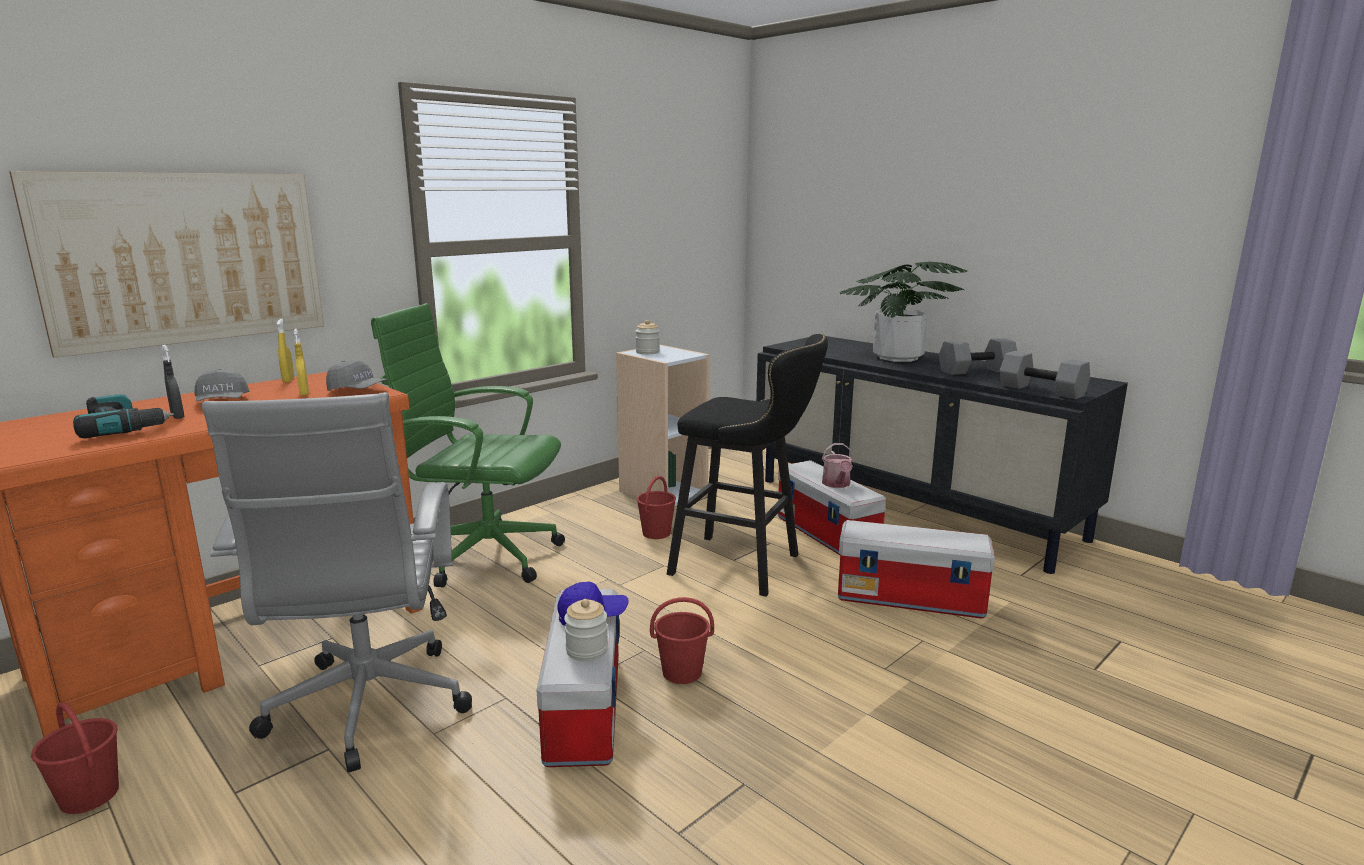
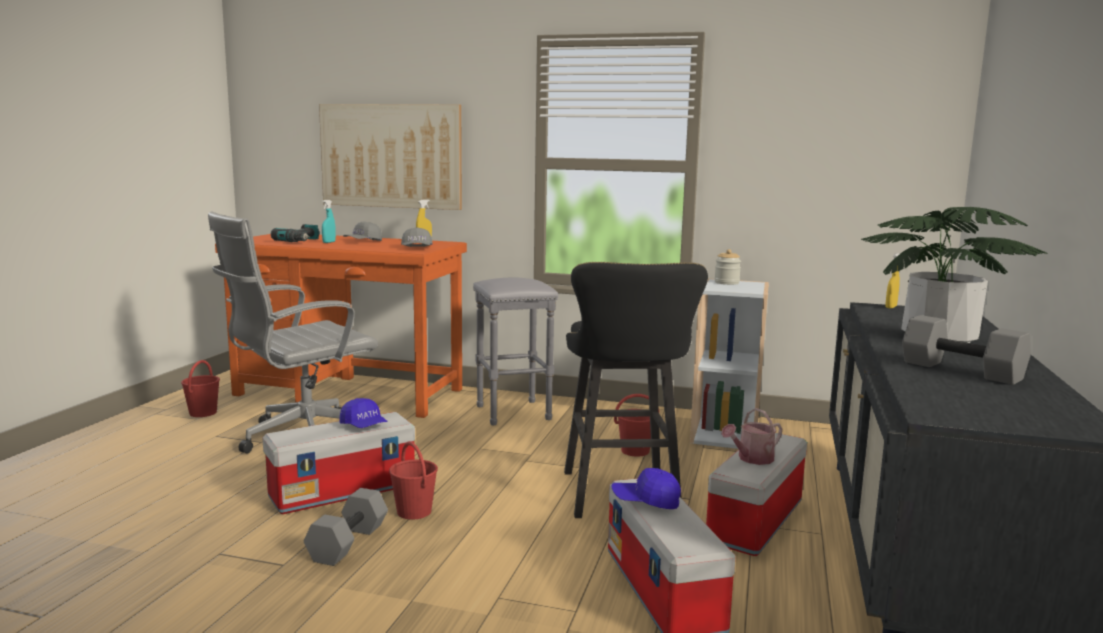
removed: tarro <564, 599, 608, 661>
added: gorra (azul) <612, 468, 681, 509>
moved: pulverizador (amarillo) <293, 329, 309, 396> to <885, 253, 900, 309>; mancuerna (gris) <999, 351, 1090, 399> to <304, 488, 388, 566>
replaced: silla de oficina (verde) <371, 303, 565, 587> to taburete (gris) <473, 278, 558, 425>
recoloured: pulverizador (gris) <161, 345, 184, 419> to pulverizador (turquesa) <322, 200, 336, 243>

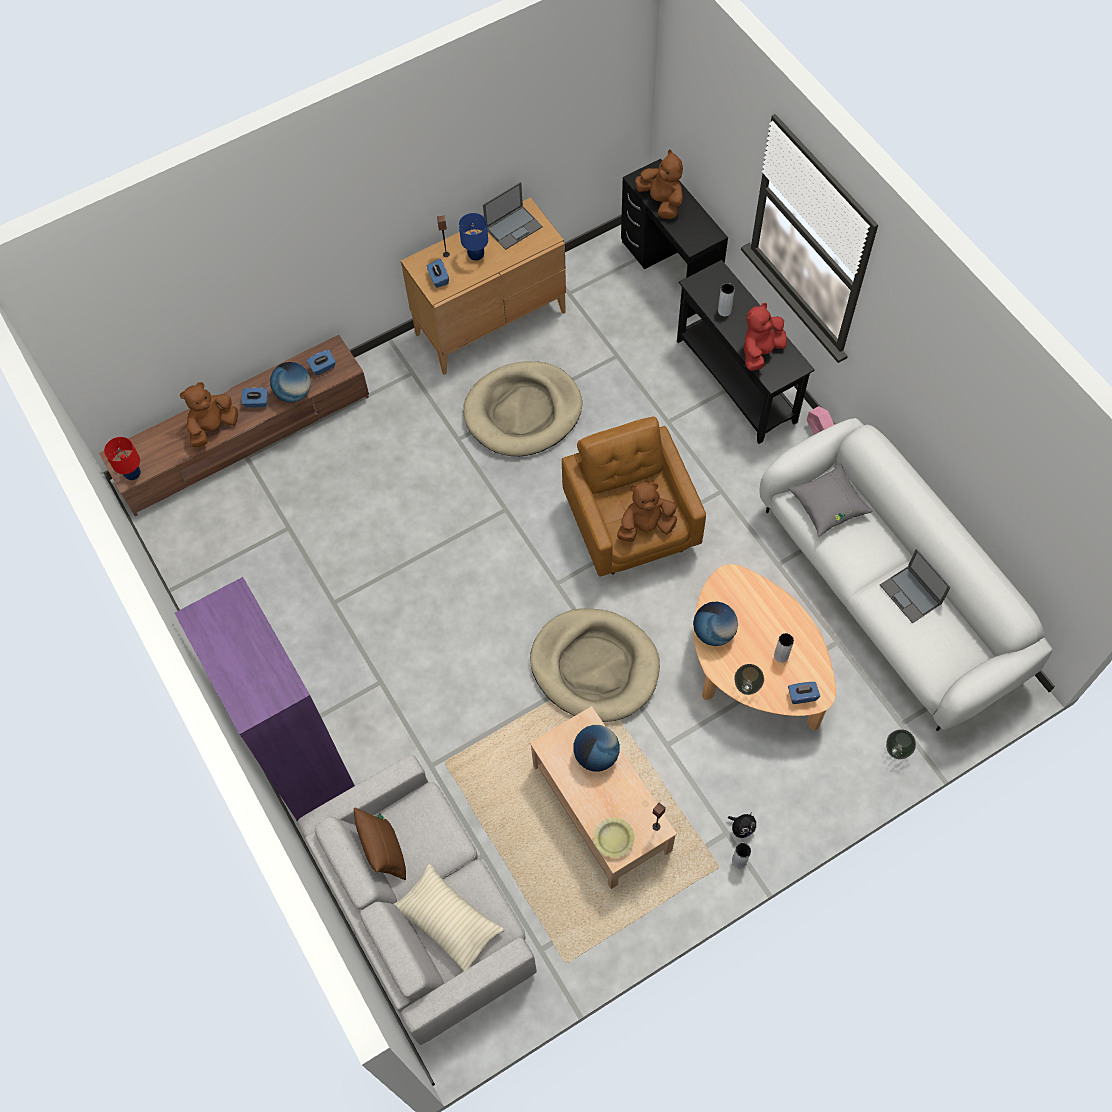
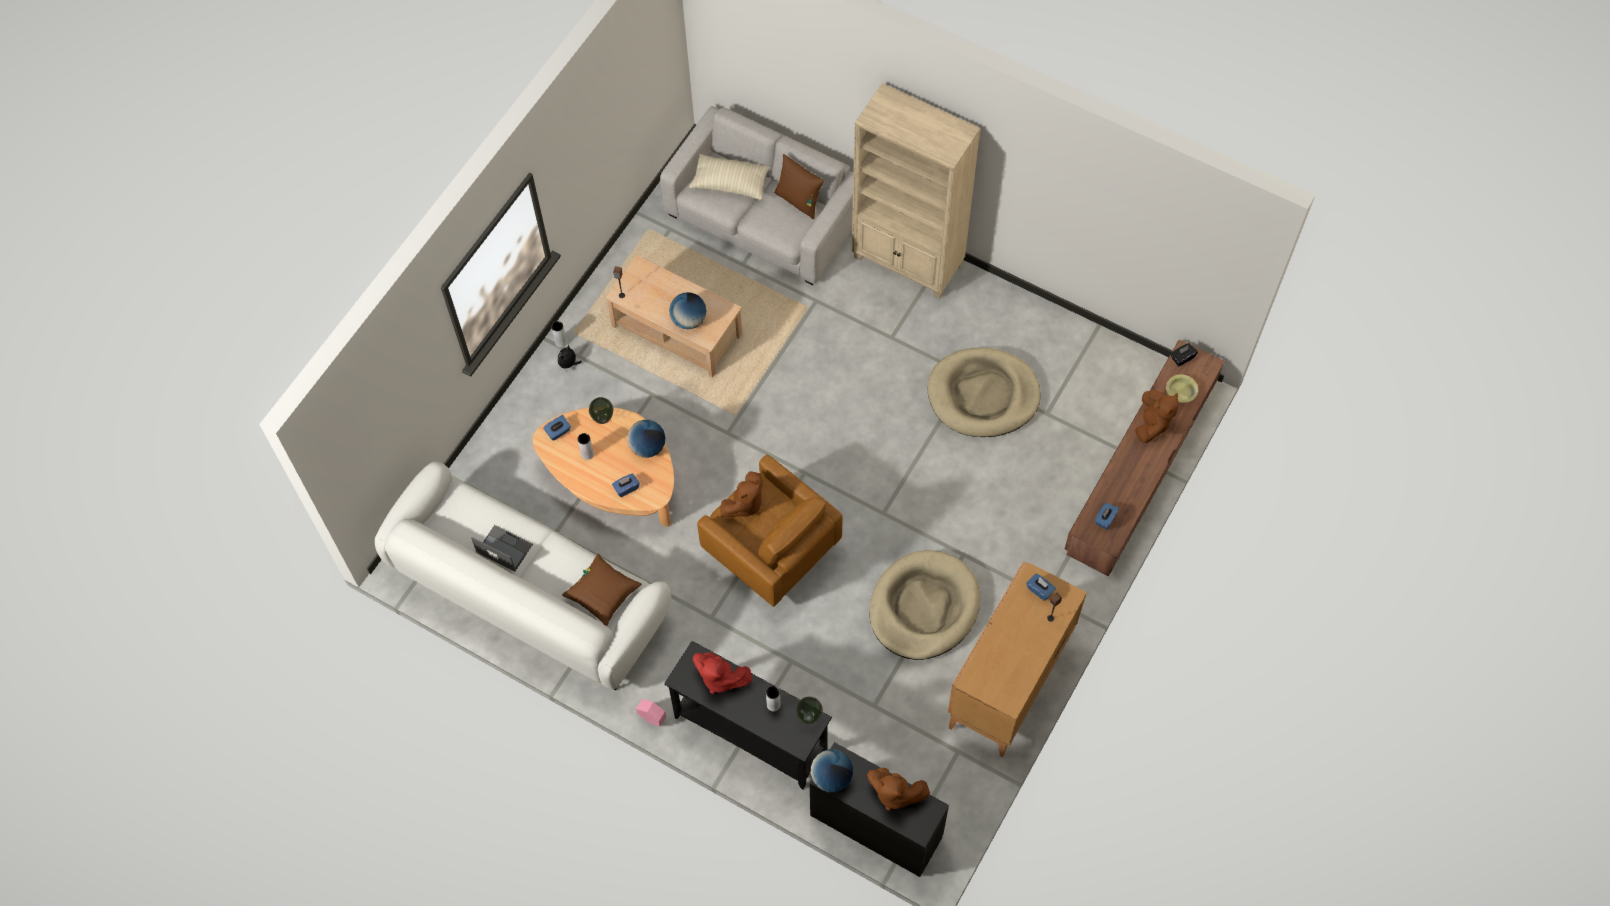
removed: lámpara de mesa (azul) <459, 213, 488, 261>; portátil <483, 182, 543, 250>
moved: caja de pañuelos (azul) <242, 388, 268, 408> to <612, 473, 640, 497>; globo terráqueo <270, 362, 311, 402> to <811, 749, 853, 792>; cama para perro (beis) <530, 608, 660, 722> to <927, 348, 1040, 437>; cuenco (amarillo) <594, 818, 634, 858> to <1166, 375, 1198, 403>; florero <886, 729, 916, 759> to <796, 696, 823, 725>
replaced: lámpara de mesa (rojo) <104, 437, 141, 480> to caja de pañuelos (negro) <1171, 343, 1198, 366>
recoloured: estantería (morado) <175, 577, 355, 822> to estantería (beis) <852, 83, 981, 299>; cojín (gris) <788, 464, 873, 537> to cojín (marrón) <562, 553, 642, 626>
turned: peluche (rojo) <744, 303, 787, 371> = <693, 653, 753, 694> 105 degrees clockwise

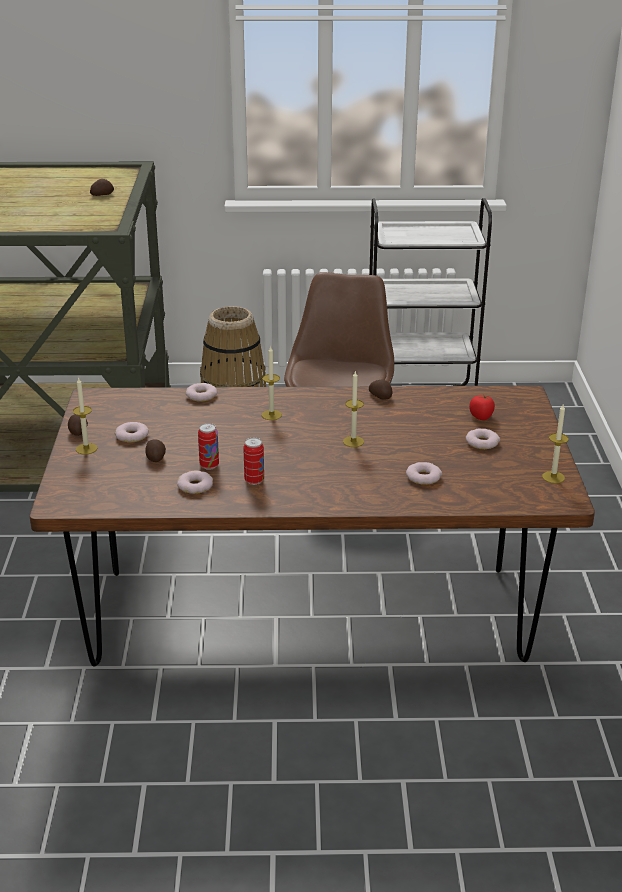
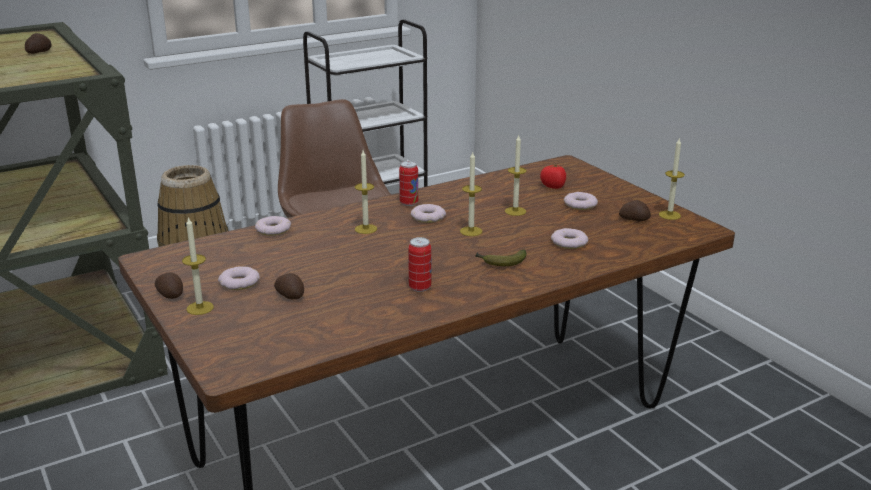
added: plátano <475, 250, 527, 266>; vela <505, 134, 526, 216>
moved: rosquilla <177, 471, 213, 494> to <411, 204, 446, 223>; lata <198, 423, 219, 470> to <399, 161, 418, 206>; patata <369, 380, 393, 400> to <619, 200, 651, 221>

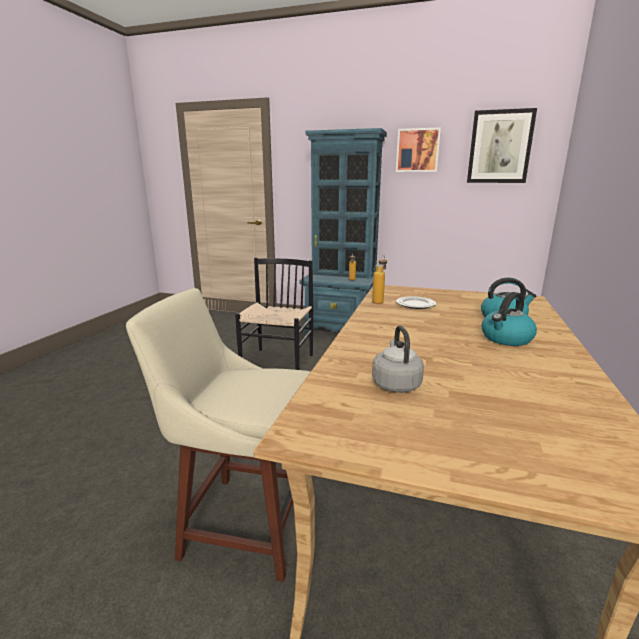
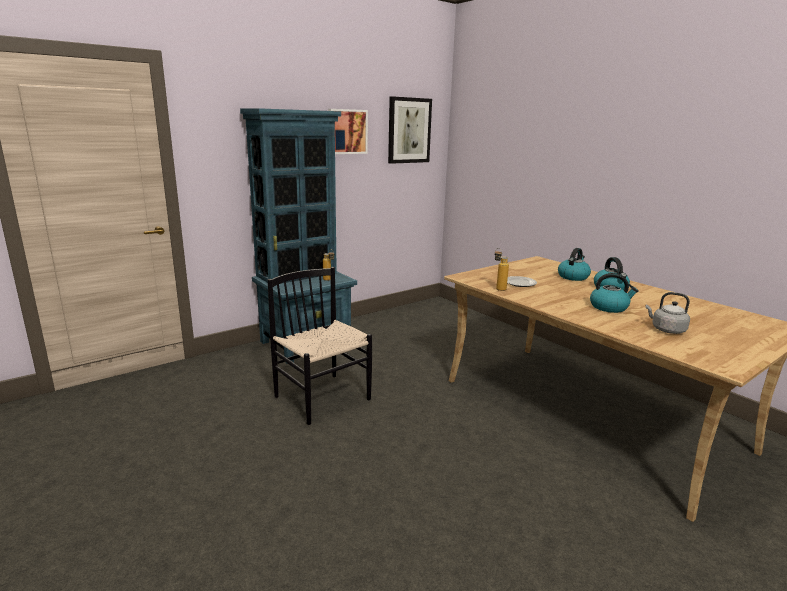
removed: taburete (beis) <126, 288, 310, 582>
added: hervidor <590, 273, 639, 313>

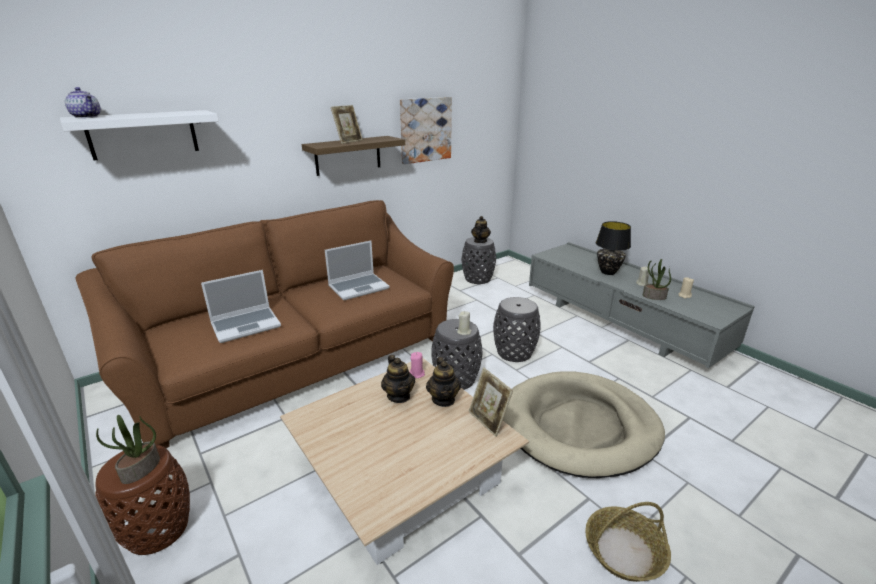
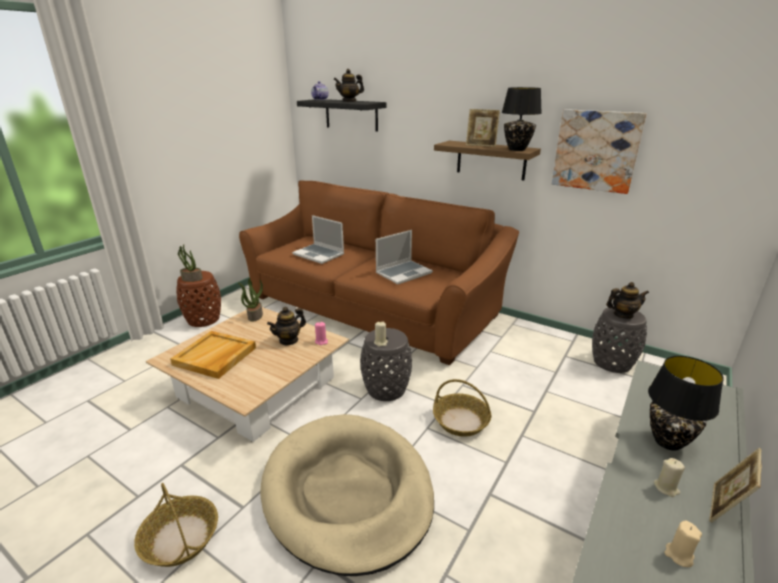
added: bandeja (beis) <170, 331, 256, 379>; lámpara de mesa (negro) <502, 87, 542, 151>
moved: tetera <426, 357, 461, 407> to <334, 69, 364, 102>; portarretratos <469, 367, 513, 437> to <709, 448, 762, 523>; planta en maceta <643, 259, 671, 300> to <238, 278, 263, 322>
replaced: taburete (gris) <493, 297, 541, 362> to cesta <433, 379, 492, 437>
recoloured: estante (blanco) <60, 110, 219, 160> to estante (negro) <297, 99, 386, 132>
turned: portátil <325, 241, 390, 300> = <376, 230, 433, 284> 75 degrees counterclockwise

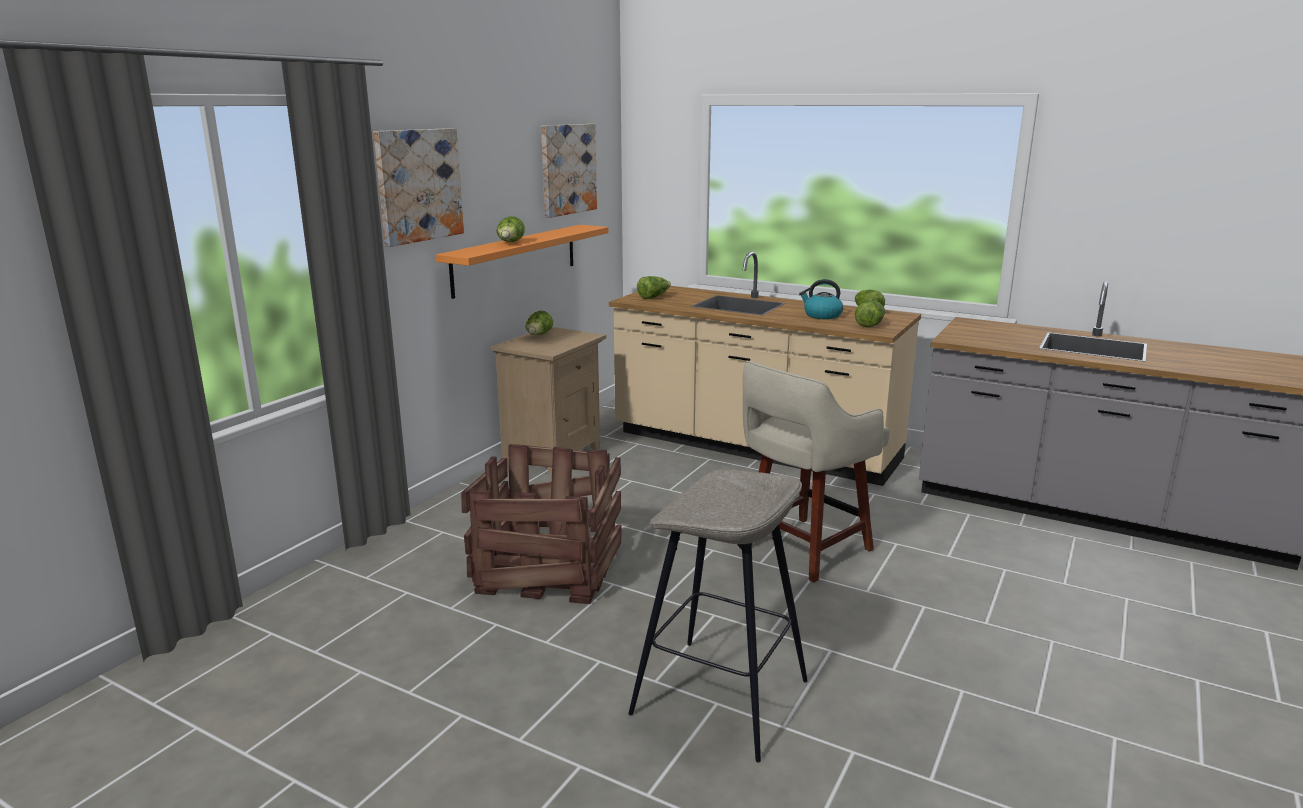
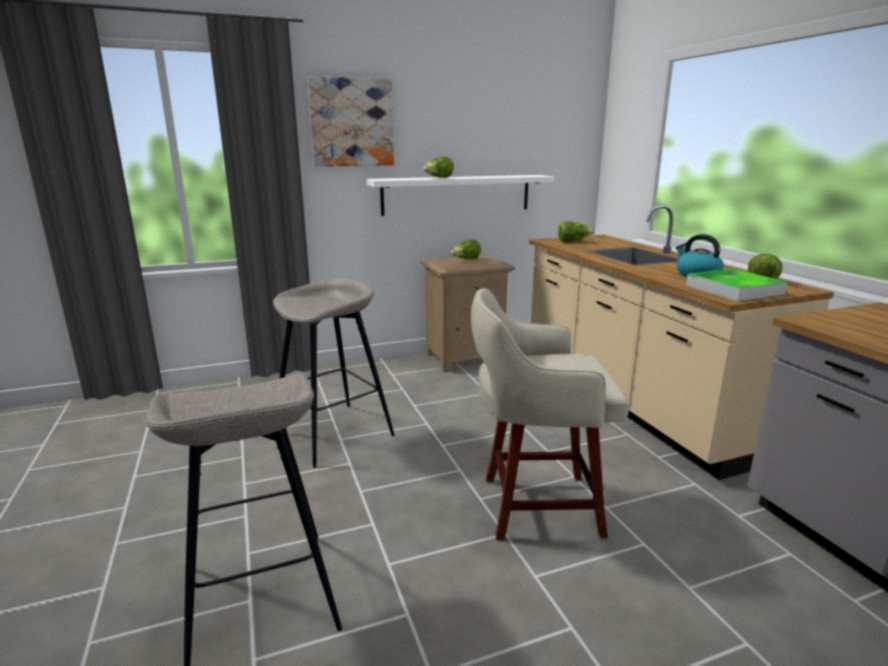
removed: cuadro <541, 124, 597, 218>
replaced: caja de embalaje <461, 444, 621, 604> to taburete (gris) <273, 277, 395, 468>; lechuga <855, 301, 885, 327> to bandeja <686, 269, 788, 301>
recoloured: estante (naranja) <436, 225, 608, 299> to estante (blanco) <366, 175, 554, 216>

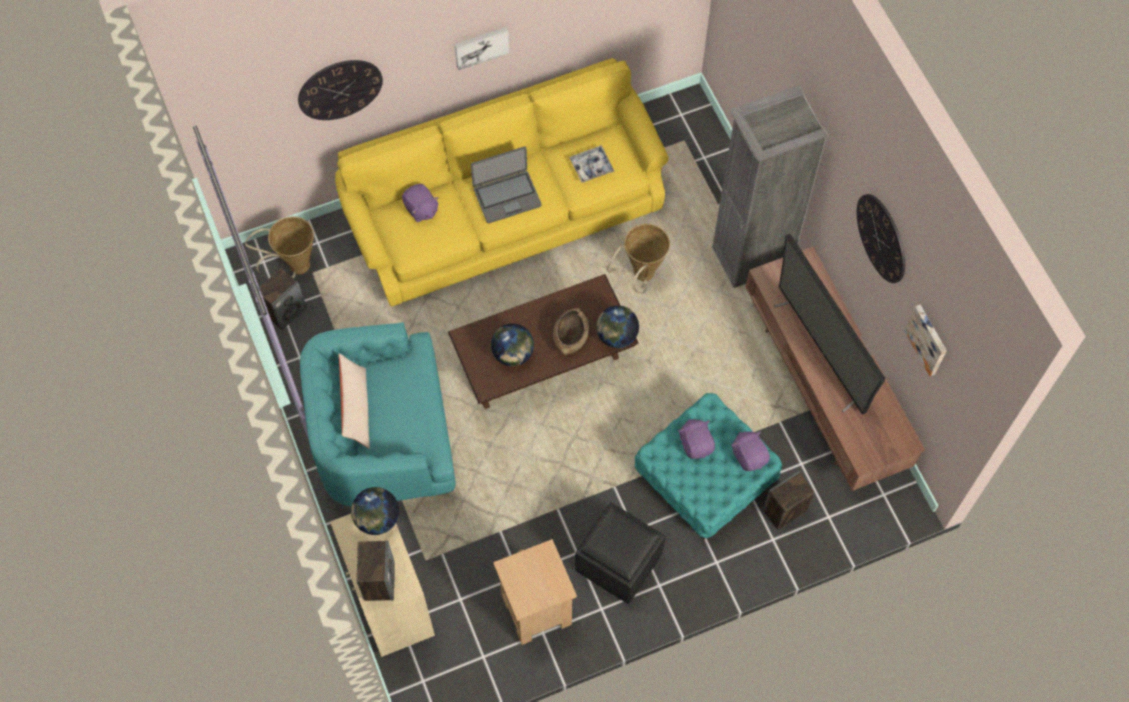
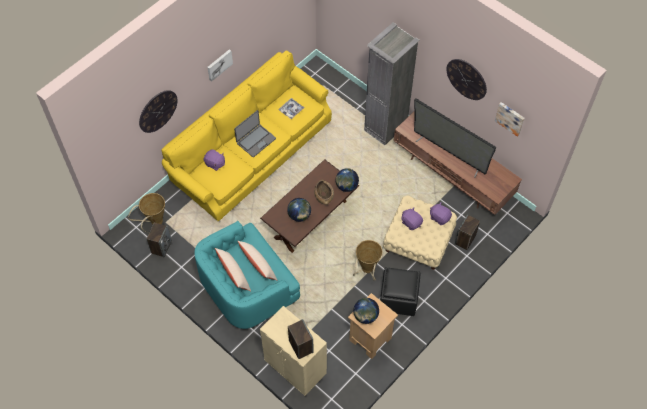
added: cojín (beis) <238, 241, 278, 281>
moved: globo terráqueo <351, 487, 399, 535> to <353, 298, 379, 324>; cesta <607, 224, 670, 294> to <353, 240, 383, 280>
recoloured: puf (turquesa) <635, 393, 782, 540> to puf (beis) <383, 195, 457, 270>

